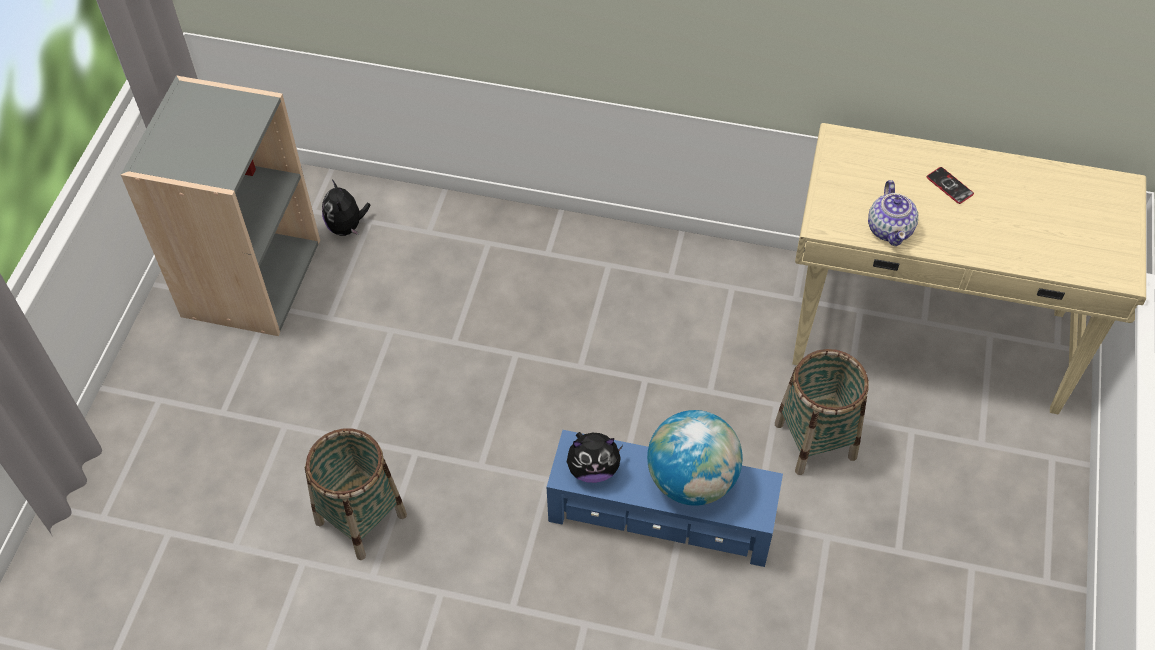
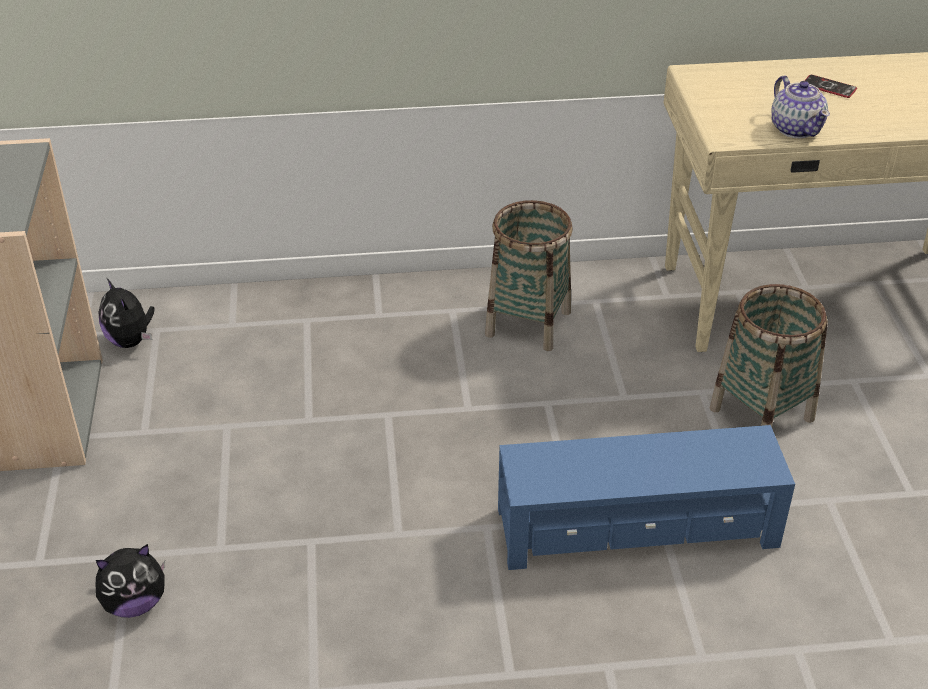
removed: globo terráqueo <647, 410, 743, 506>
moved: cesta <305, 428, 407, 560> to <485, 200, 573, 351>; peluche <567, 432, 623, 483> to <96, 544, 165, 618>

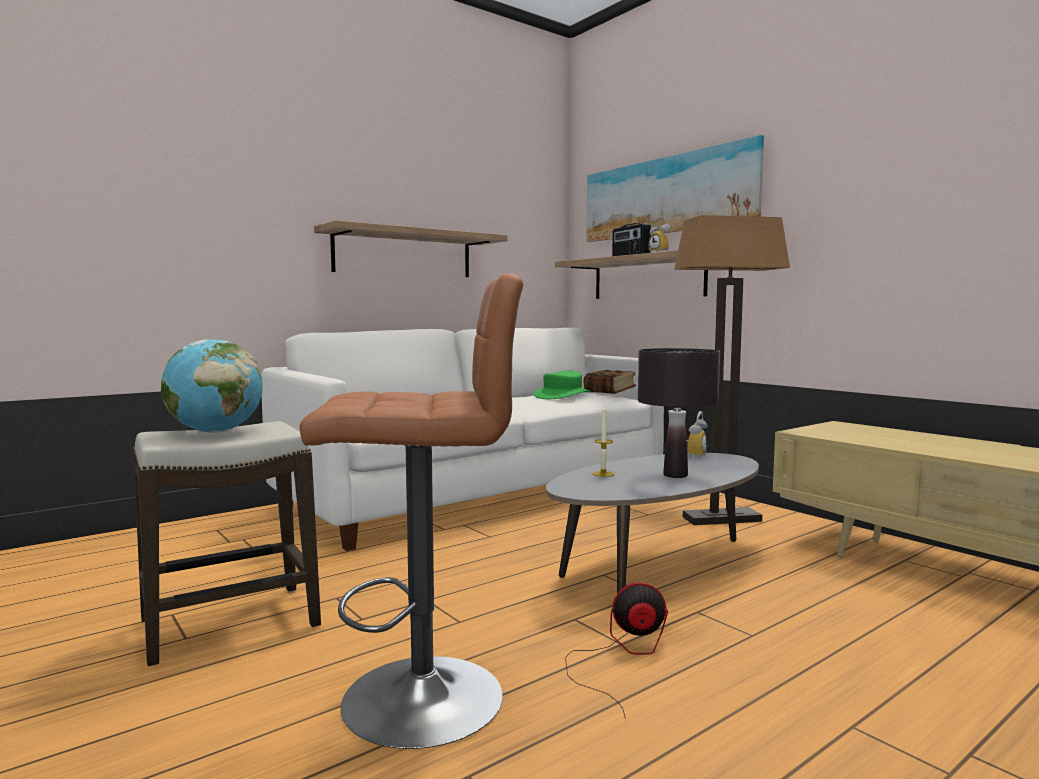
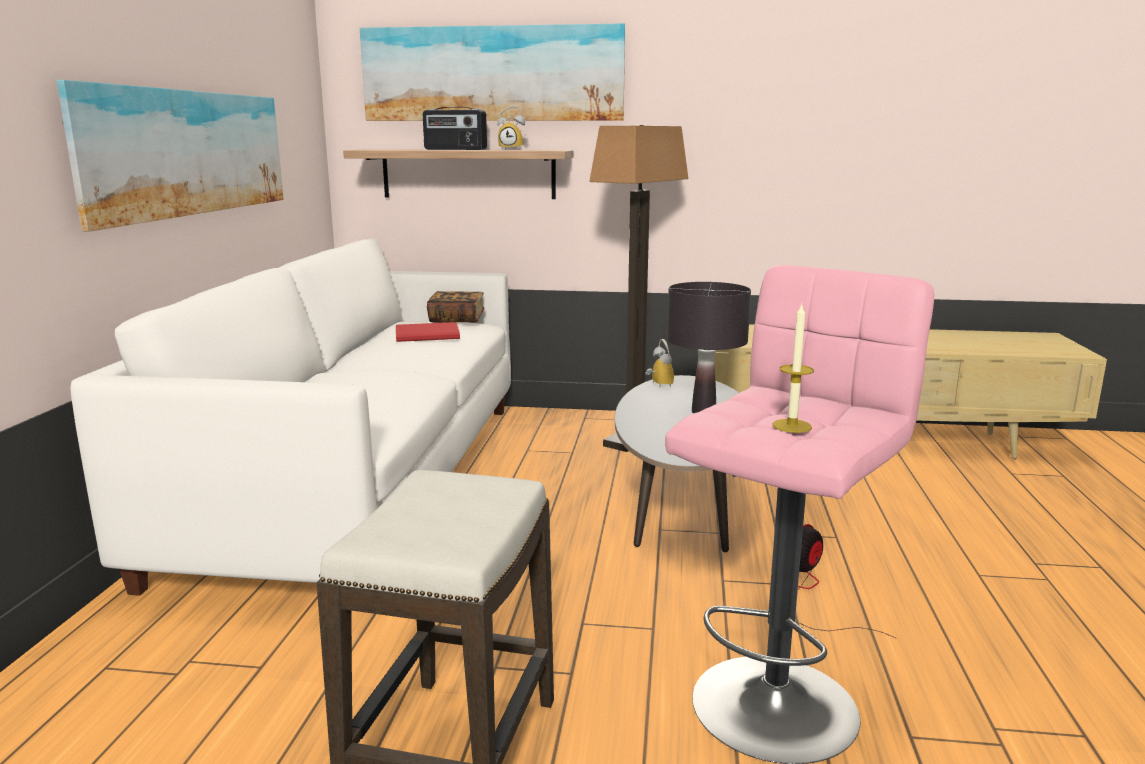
removed: globo terráqueo <161, 339, 263, 433>
moved: vela <593, 404, 614, 477> to <773, 304, 814, 433>
replaced: estante <314, 220, 508, 277> to cuadro <57, 80, 283, 231>; sombrero (verde) <533, 371, 591, 399> to libro (rojo) <396, 322, 460, 342>
recoloured: taburete (marrón) <300, 273, 524, 749> to taburete (rosa) <665, 265, 934, 764>

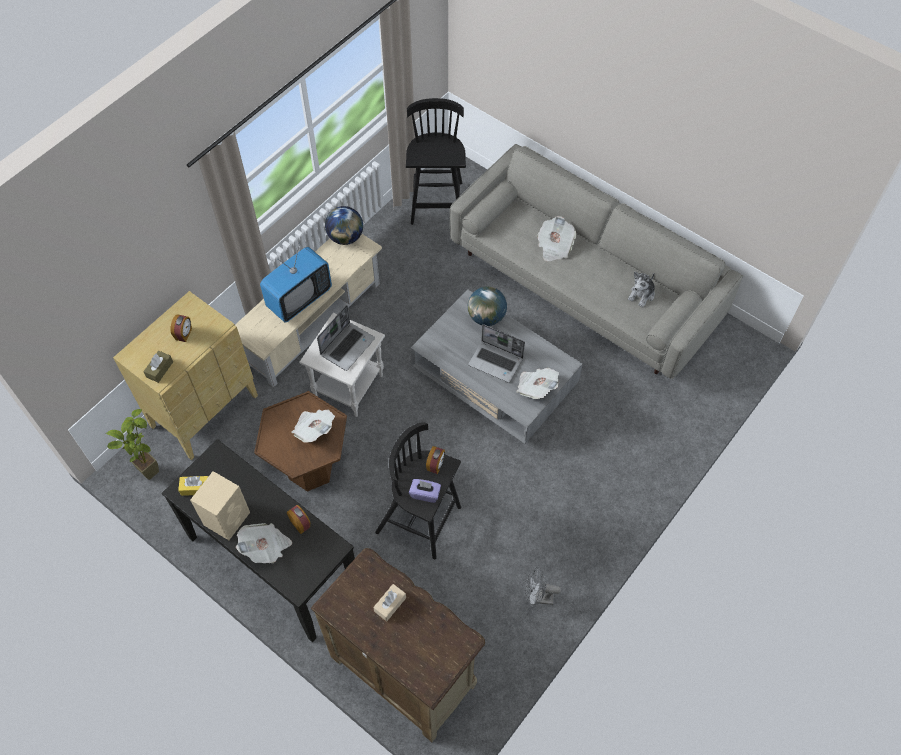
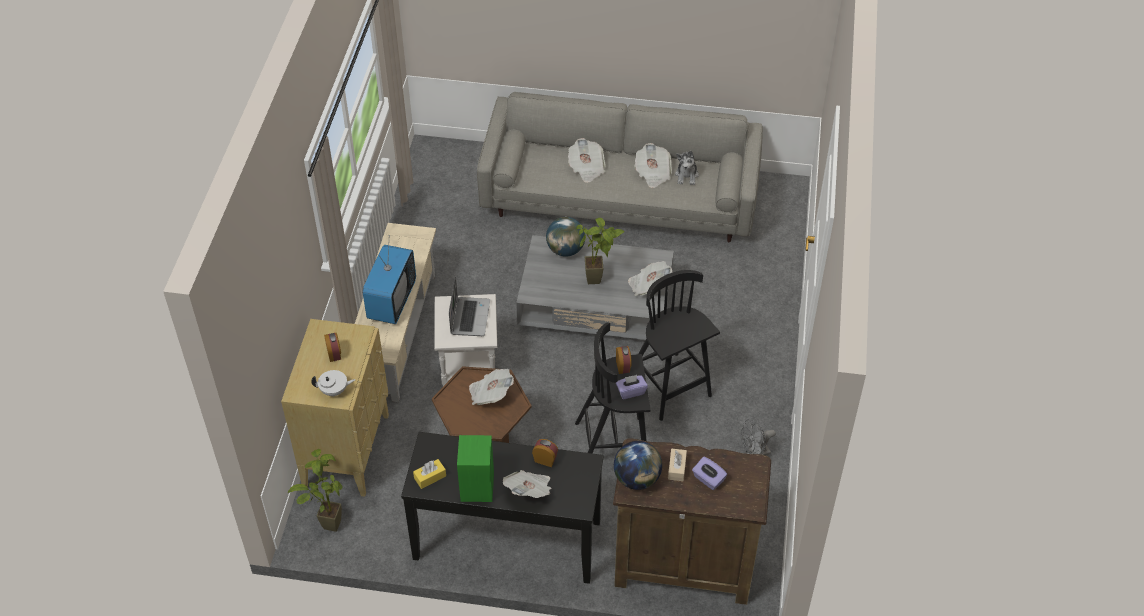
added: periódico <634, 143, 672, 188>; caja de pañuelos (morado) <692, 457, 727, 490>
moved: globo terráqueo <325, 206, 363, 245> to <614, 441, 662, 490>; taburete (negro) <406, 98, 466, 225> to <638, 270, 720, 421>
replaced: caja de pañuelos (marrón) <143, 351, 173, 383> to tetera (blanco) <311, 370, 355, 397>; portátil <468, 324, 525, 383> to planta en maceta <576, 218, 625, 284>
recoloured: altavoz (beis) <190, 471, 250, 540> to altavoz (verde) <457, 435, 494, 502>

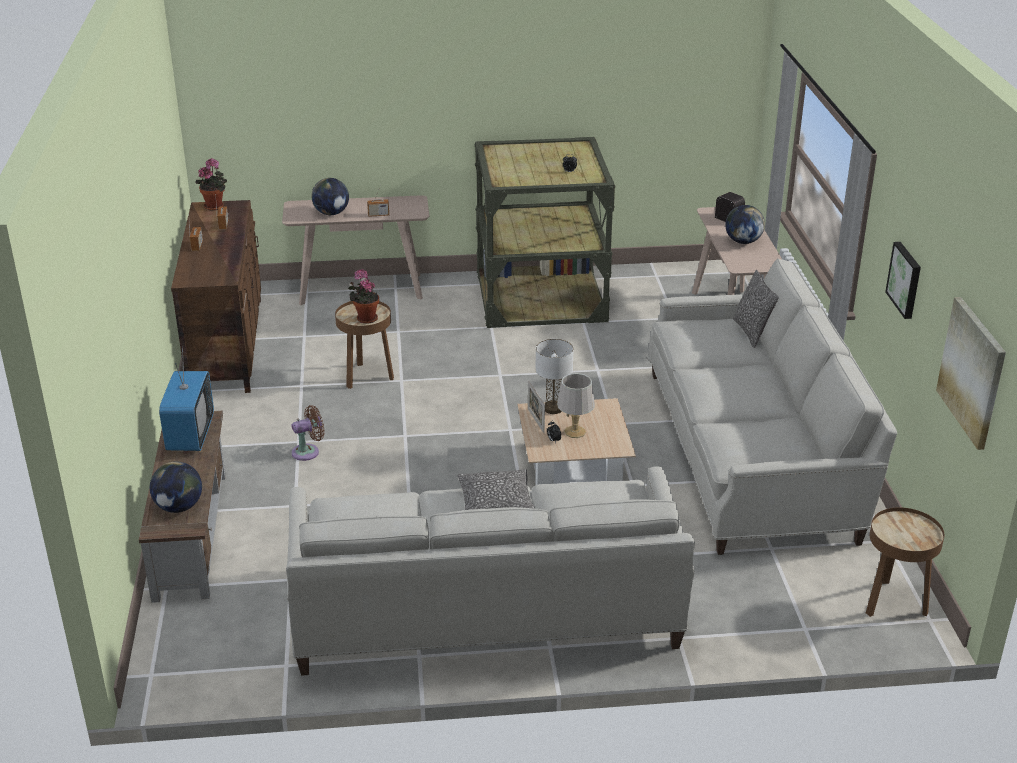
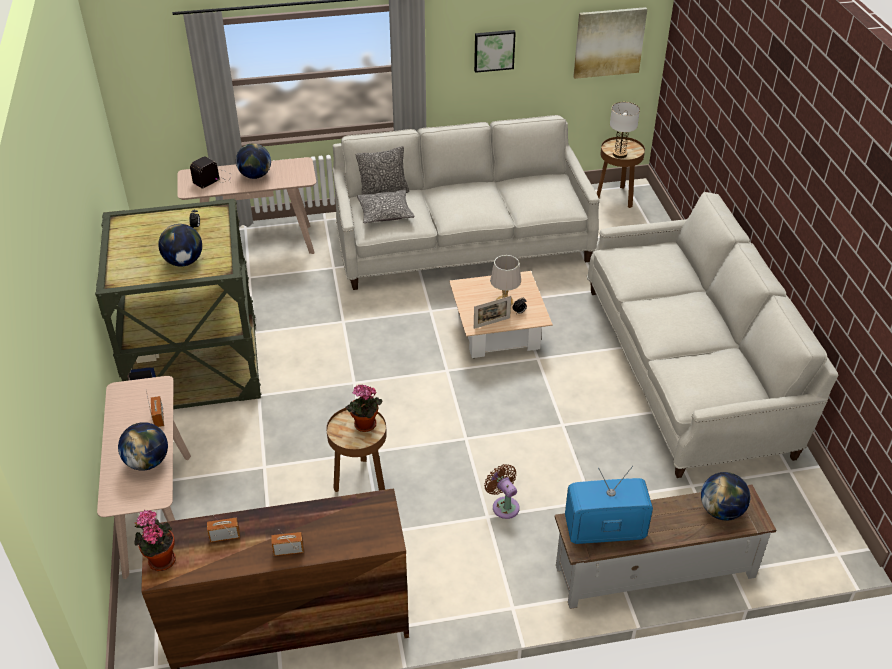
added: globo terráqueo <158, 224, 202, 267>
moved: cojín <458, 469, 535, 510> to <357, 189, 414, 223>; lámpara de mesa <536, 339, 574, 414> to <610, 102, 640, 159>

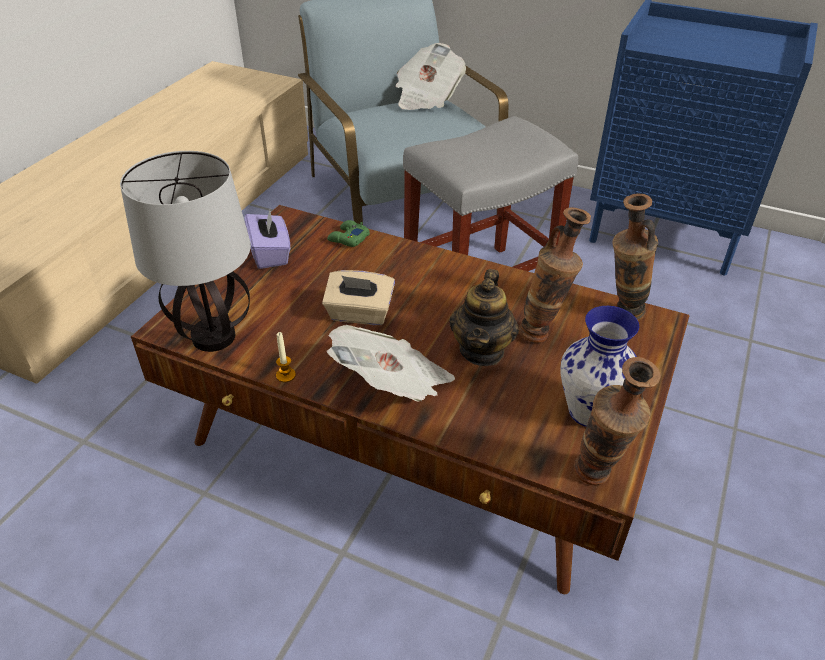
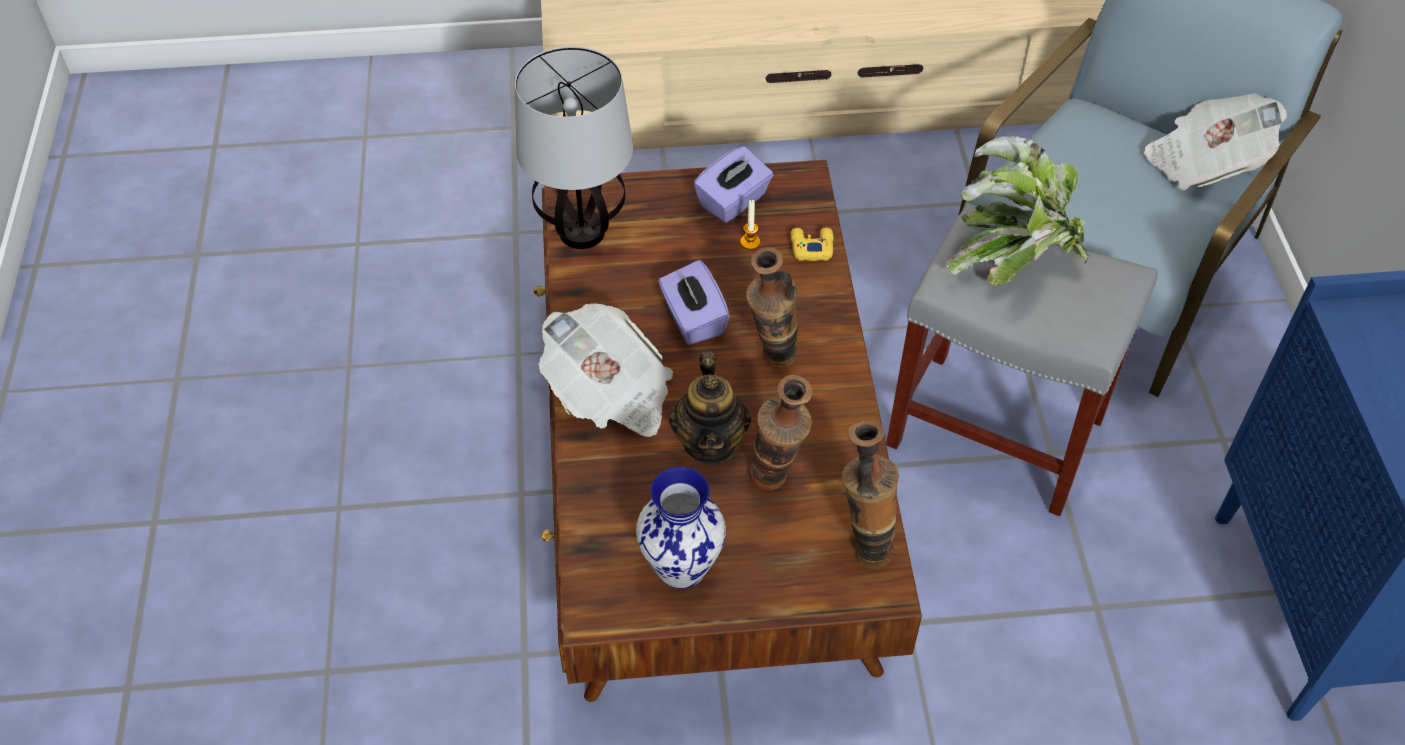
added: planta en maceta <946, 136, 1089, 286>
moved: vela <276, 332, 296, 383> to <740, 200, 760, 250>; florero <574, 357, 660, 485> to <746, 247, 798, 368>
recoloured: caja de pañuelos (beis) <322, 270, 395, 325> to caja de pañuelos (morado) <658, 260, 730, 345>; mando de consola (verde) <327, 220, 370, 247> to mando de consola (amarillo) <791, 228, 834, 261>
turned: tetera <449, 269, 519, 366> = <669, 351, 751, 464> 75 degrees counterclockwise

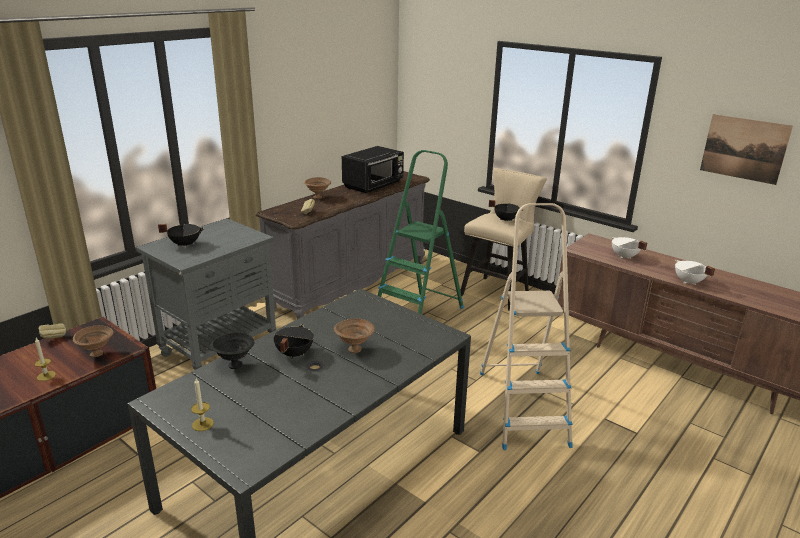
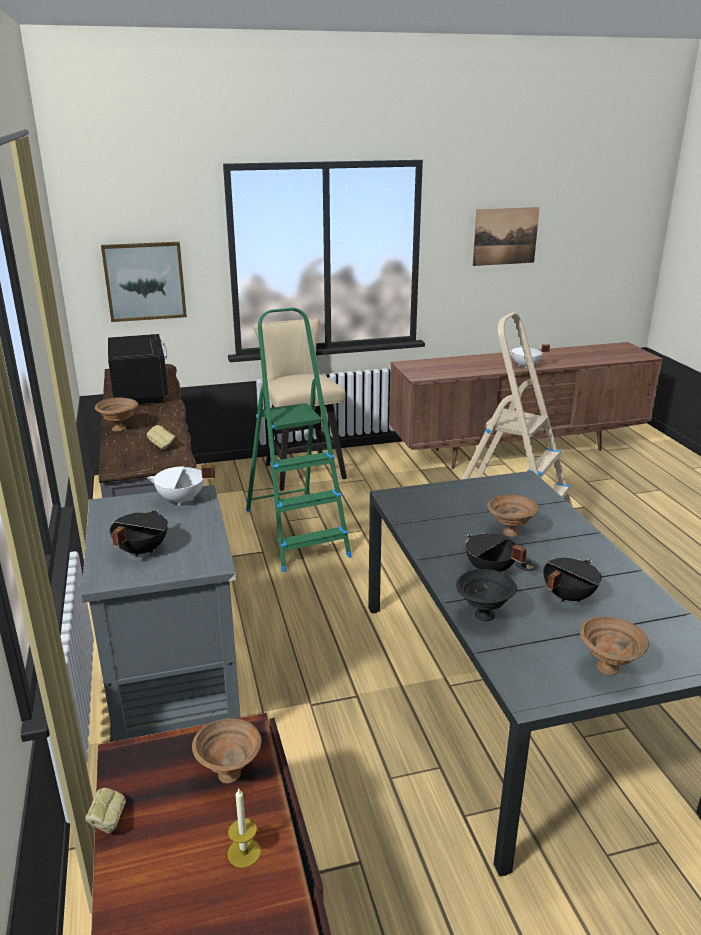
added: cuadro <101, 242, 187, 322>
moved: olla (negro) <489, 200, 524, 221> to <544, 558, 602, 602>; olla (blanco) <612, 237, 647, 259> to <147, 465, 215, 505>
replaced: vela <191, 378, 214, 431> to cuenco (marrón) <580, 617, 649, 675>

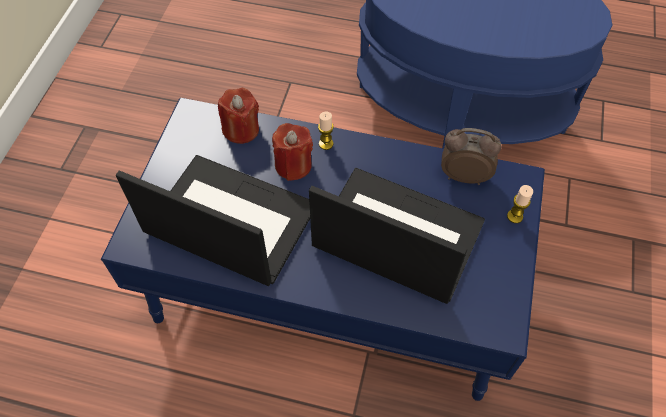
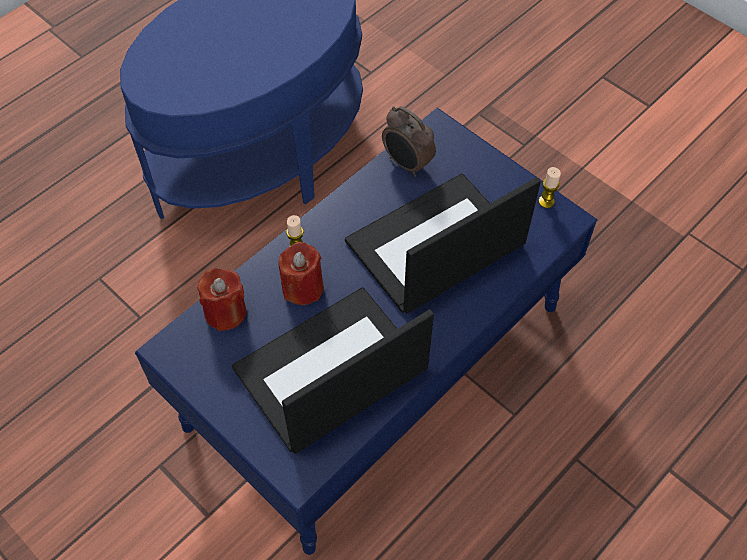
moved: vela <507, 185, 533, 223> to <539, 167, 561, 208>
turned: despertador <441, 128, 501, 185> = <382, 106, 436, 177> 90 degrees counterclockwise

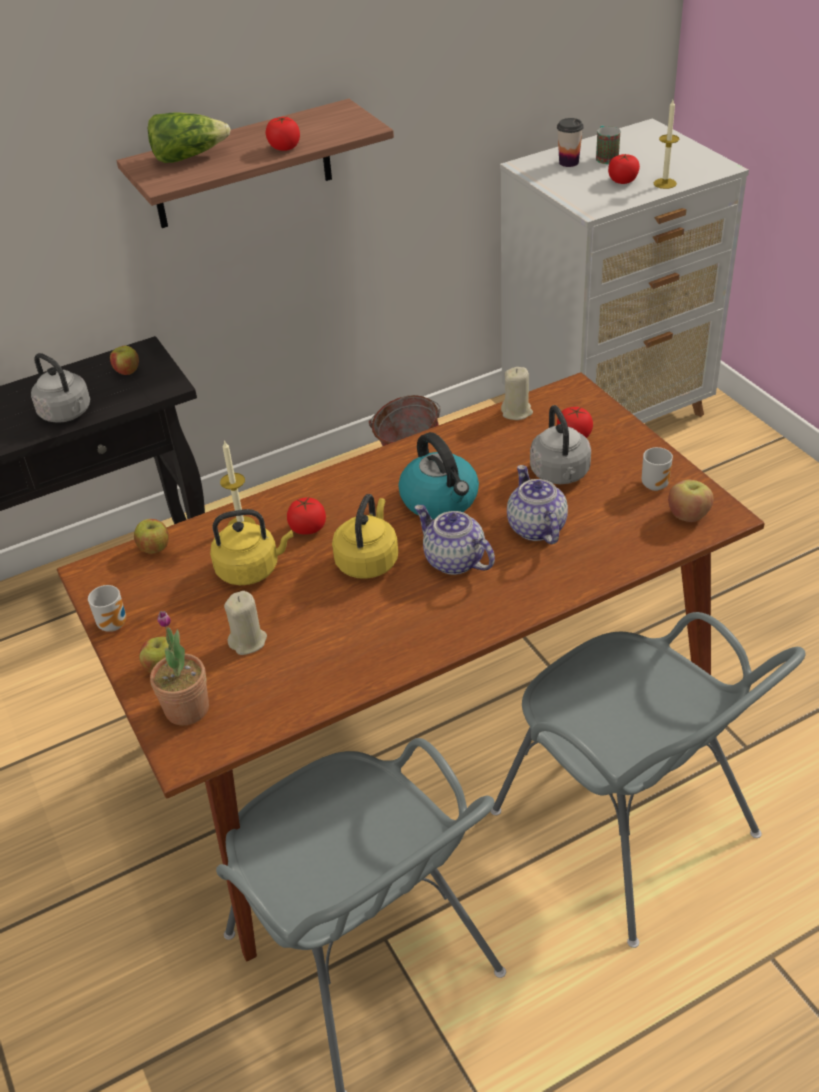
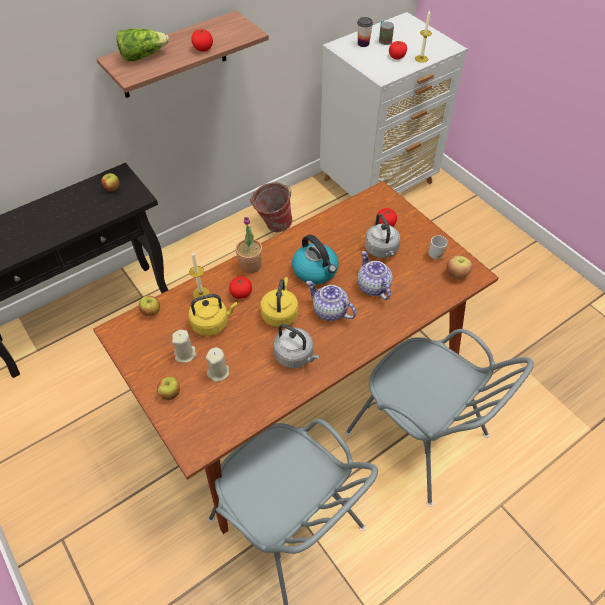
removed: taza grande <88, 585, 126, 632>
moved: hervidor (gris) <31, 353, 90, 423> to <273, 324, 319, 368>; planta en maceta <150, 611, 209, 725> to <236, 217, 262, 274>; vela (beis) <501, 367, 533, 420> to <172, 330, 197, 363>

